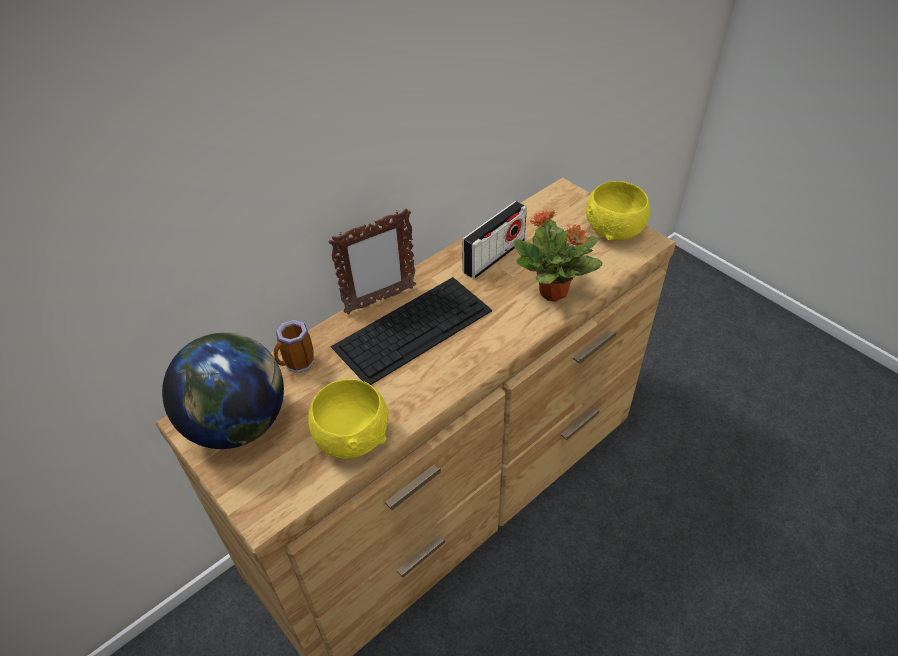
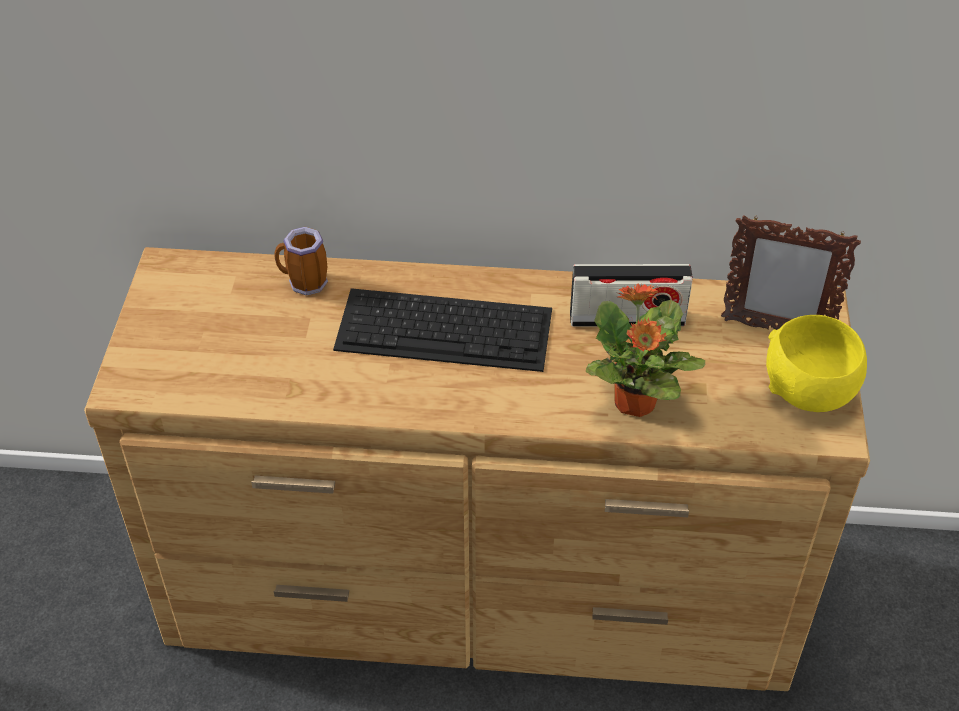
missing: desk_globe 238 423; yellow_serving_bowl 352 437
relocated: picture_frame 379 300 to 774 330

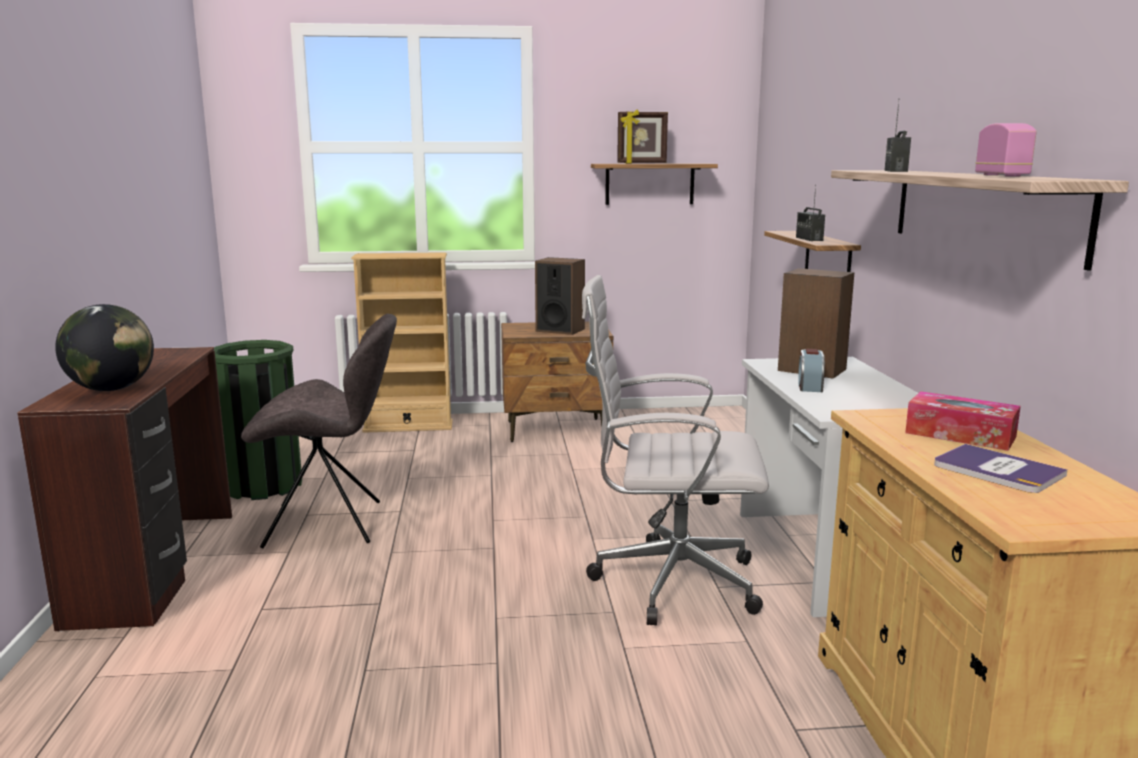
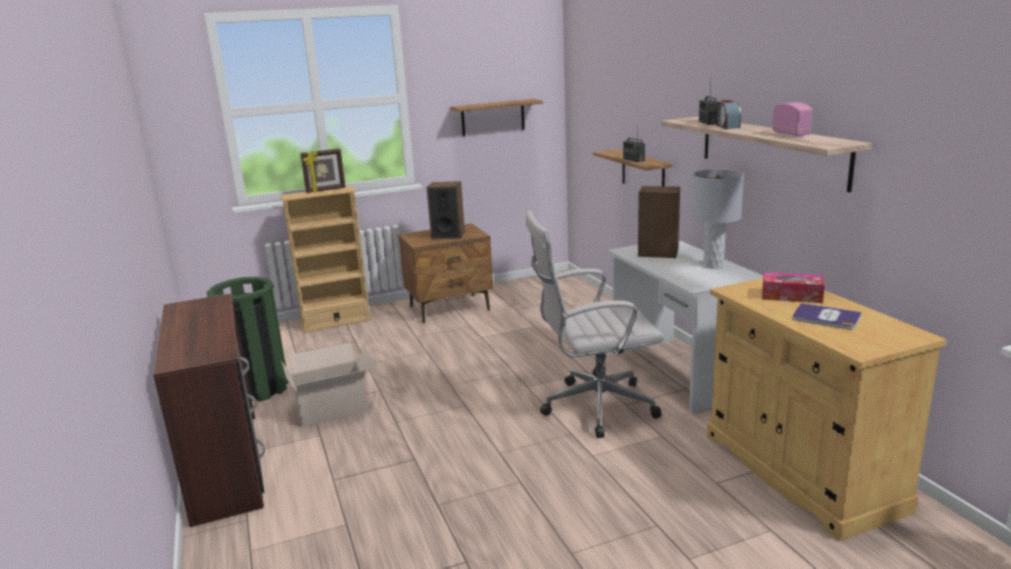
missing: desk_globe 111 389
appeared: greyish_table_lamp 713 265
relocated: picture_frame 642 163 to 326 190; alarm_clock 809 386 to 727 126
exchanged: greyish_plain_chair 329 524 to packing_box 334 409

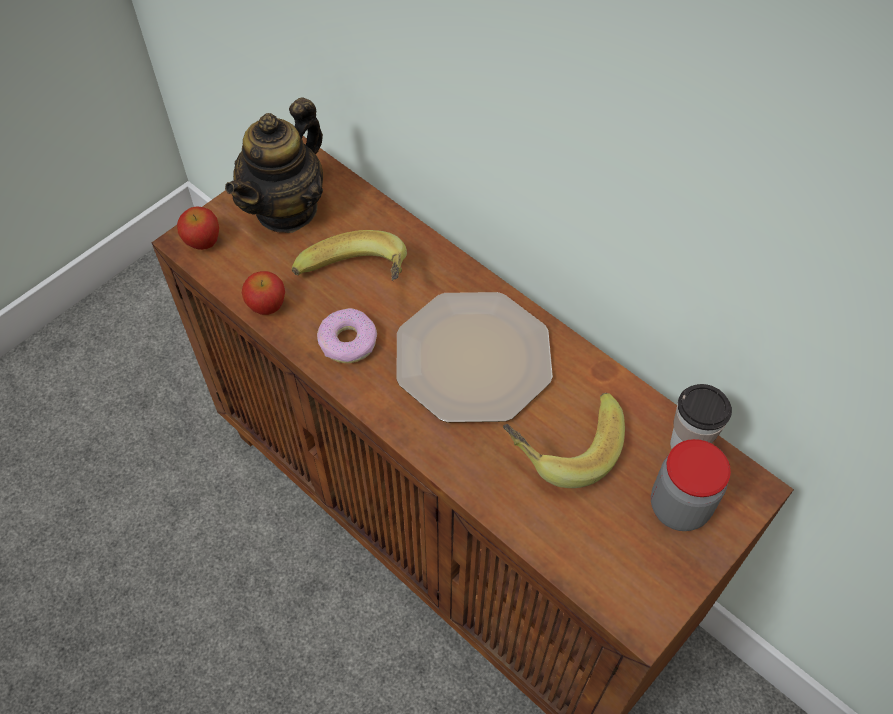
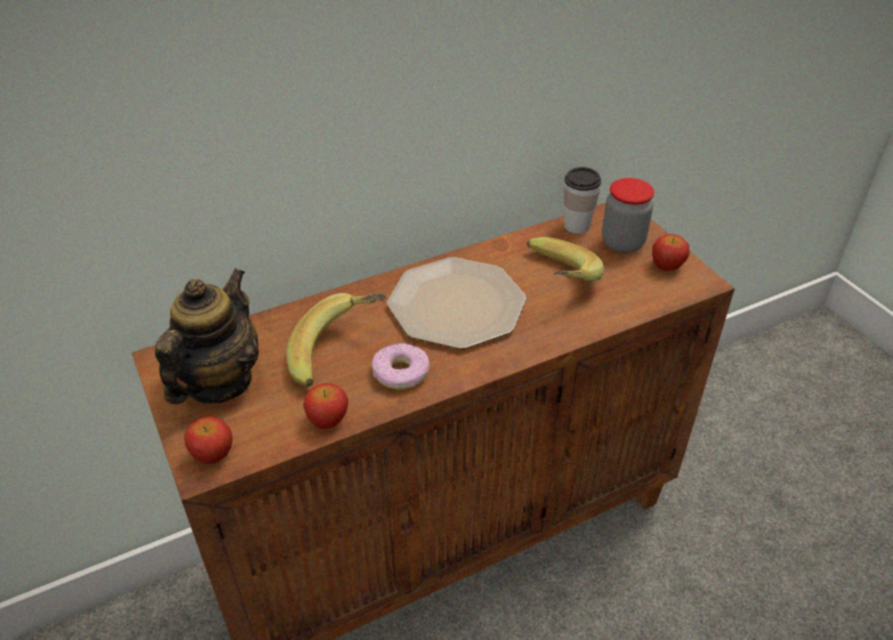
appeared: whole_apple 667 266
spun: tea_pot 287 209 = 218 382 120 degrees counterclockwise

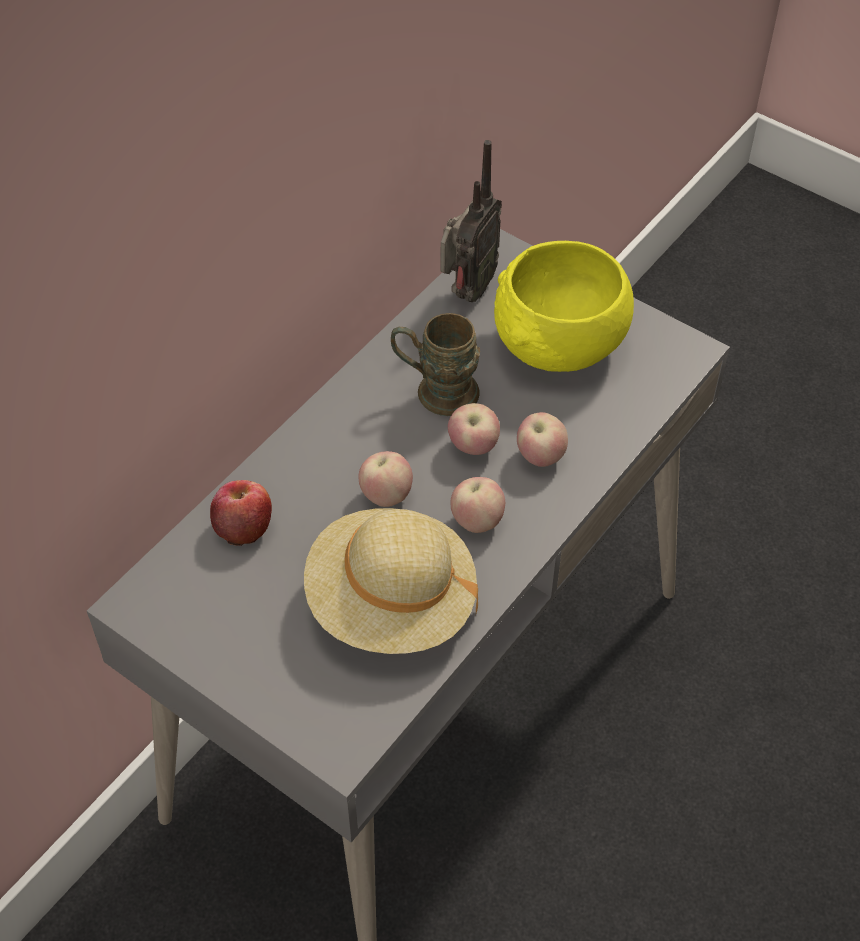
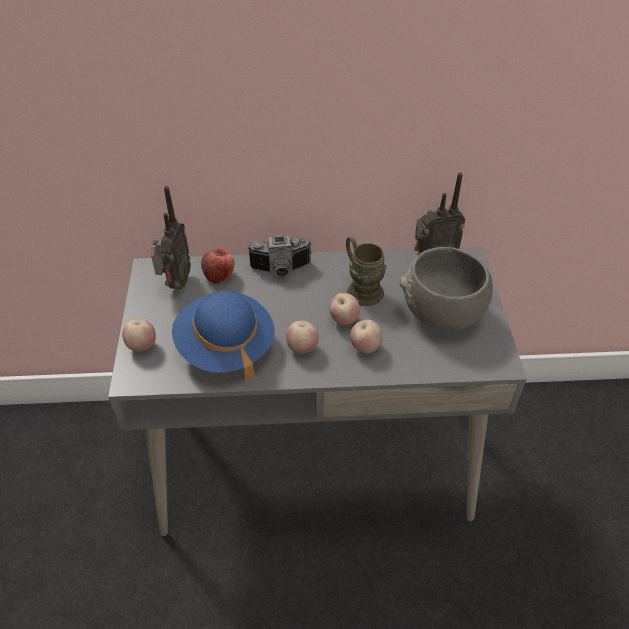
appeared: radio_receiver 175 284; still_camera 281 270
relocated: whole_apple 386 495 to 142 346
colour: beige-coloured_wearable_hat 391 603 to blue-coloured_wearable_hat 225 347; yellow_serving_bowl 559 344 to greyish_serving_bowl 441 312

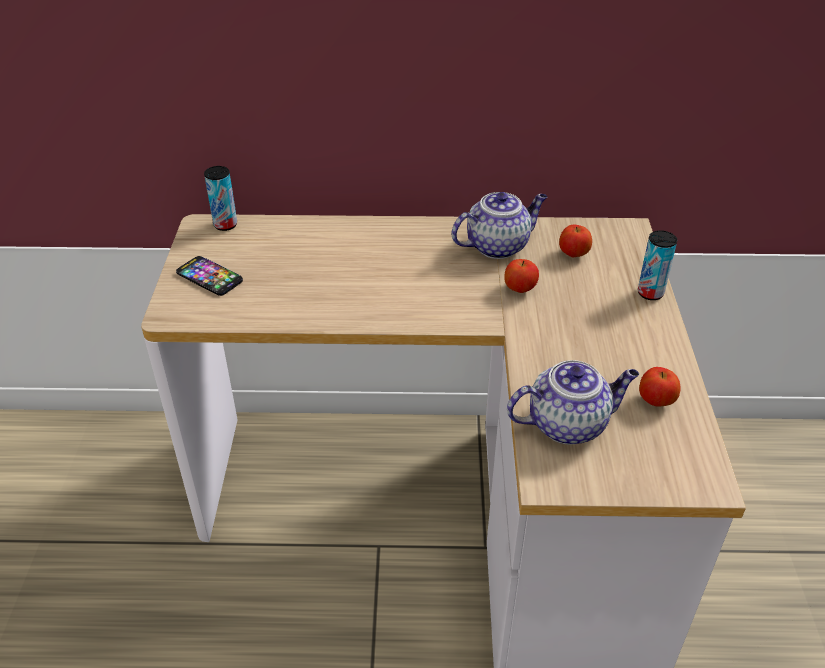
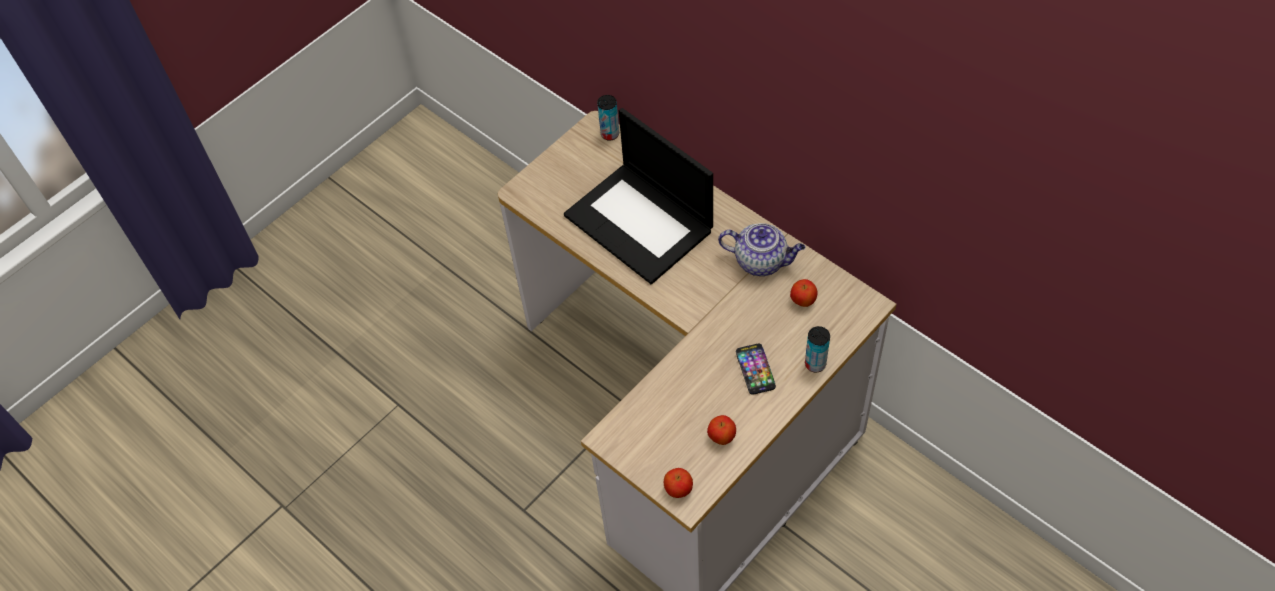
missing: tea_pot 568 423
appeared: laptop 641 223
relocated: telephone 209 277 to 755 369; whole_apple 519 289 to 678 489

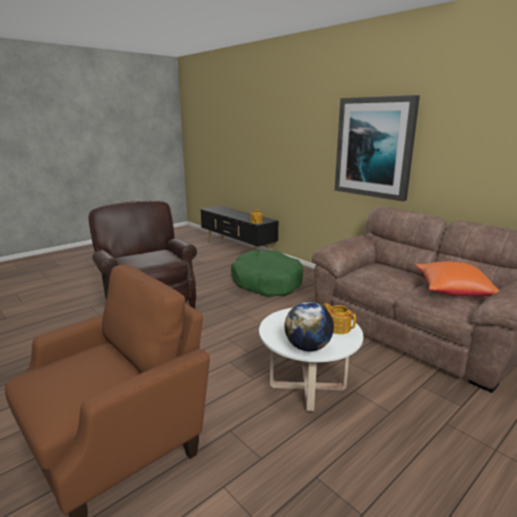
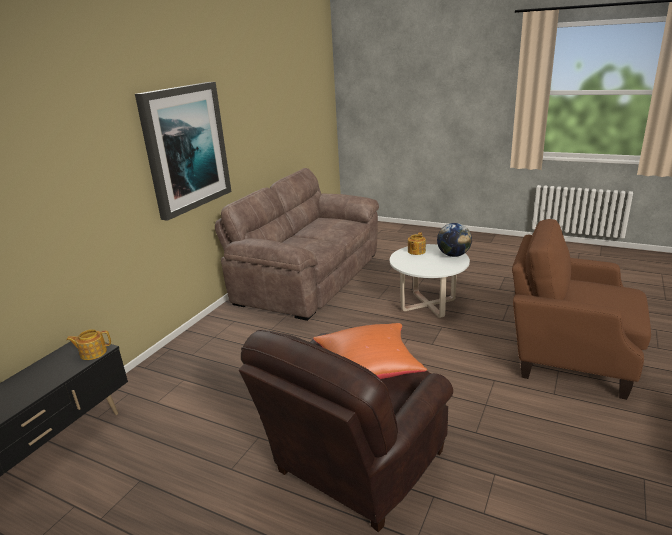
missing: greenish_dog_bed 266 282
relocated: orange-coloured_cushion 452 291 to 368 369

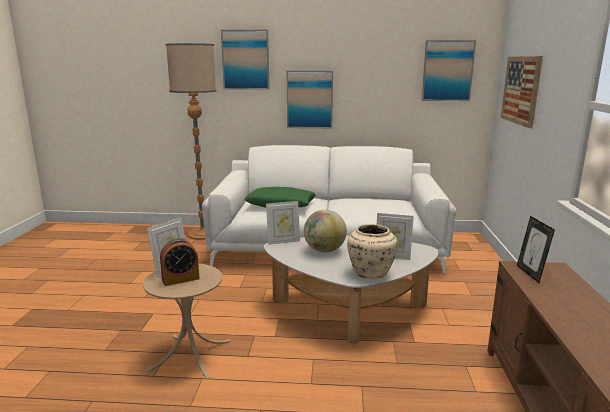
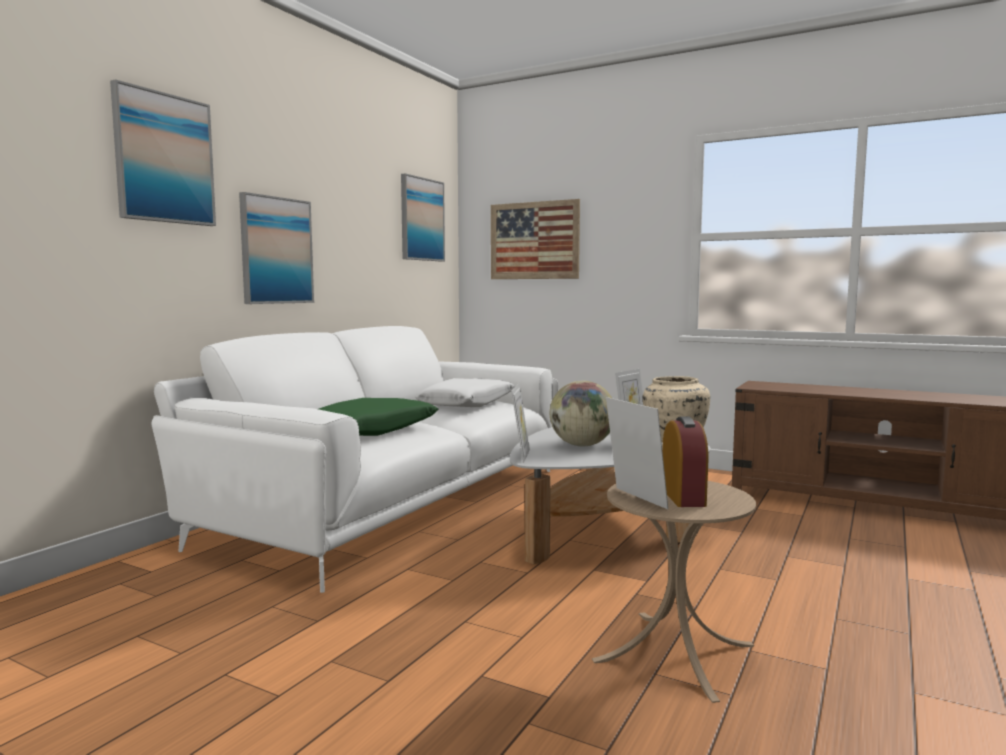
missing: standard_lamp 203 234; picture_frame 530 274
appeared: white_cushion 467 404

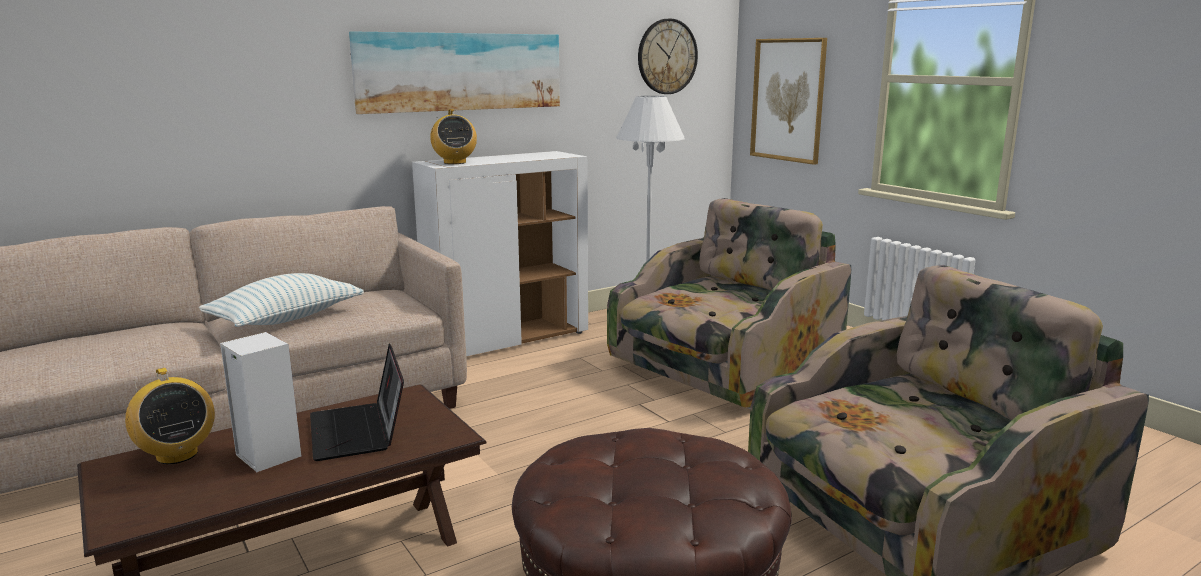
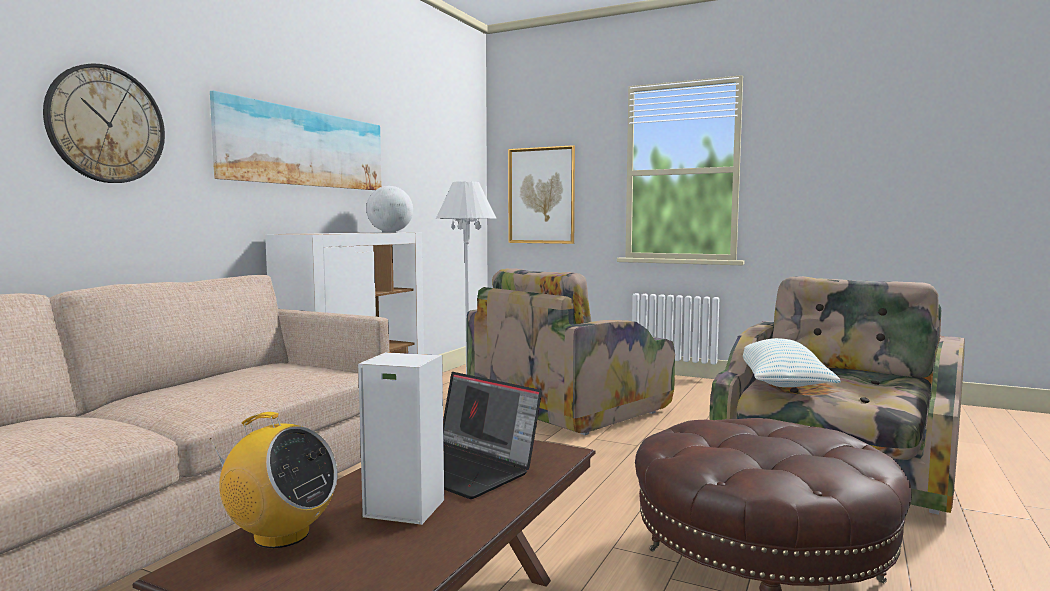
missing: radio_receiver 454 162
appeared: desk_globe 390 232
relocated: cushion 286 319 to 780 383; hanging_clock 667 56 to 106 124
spun: lounge_chair 722 369 = 570 407 150 degrees counterclockwise

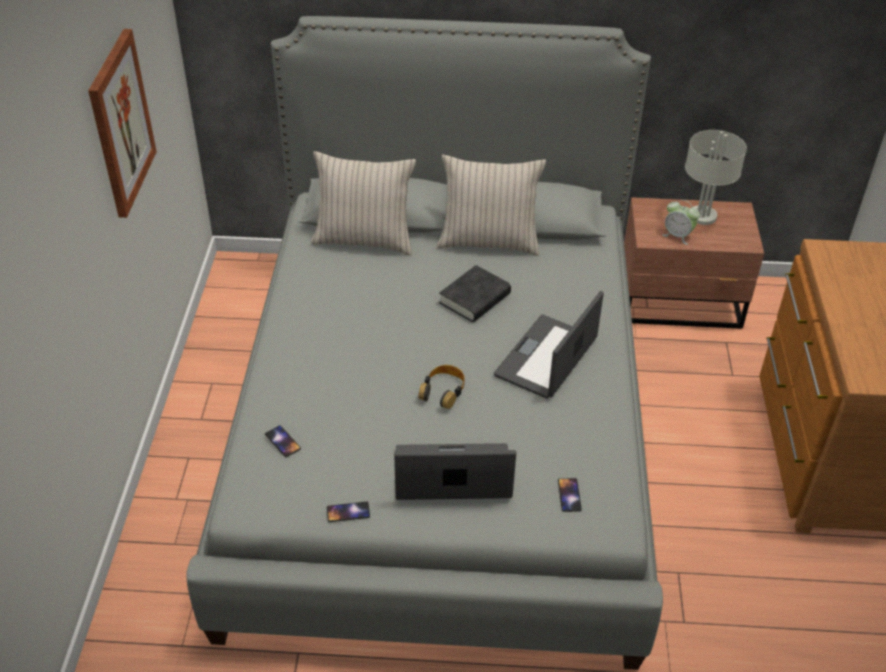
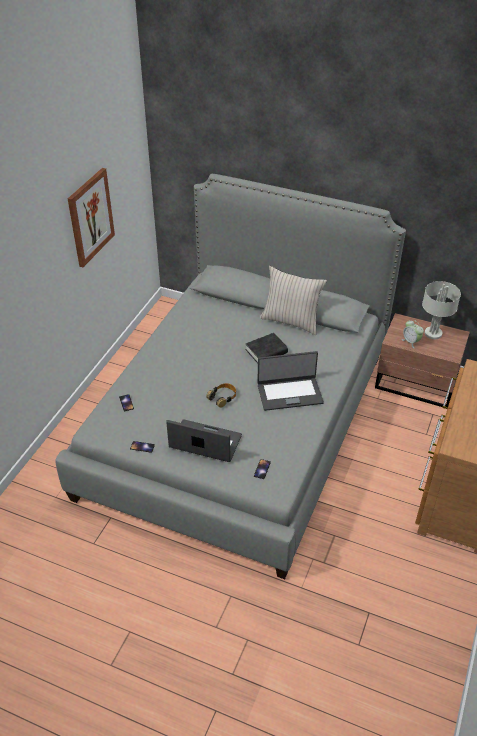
missing: beige-coloured_cushion 364 240
spun: laptop 547 358 = 289 393 150 degrees counterclockwise

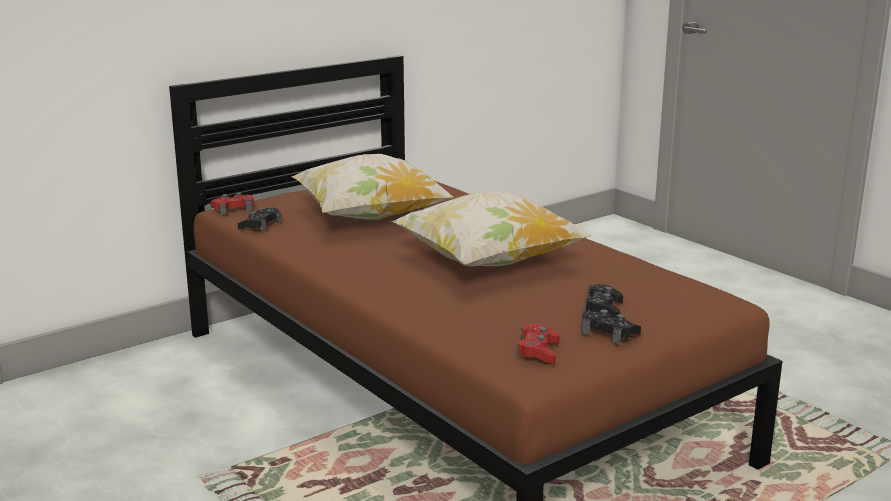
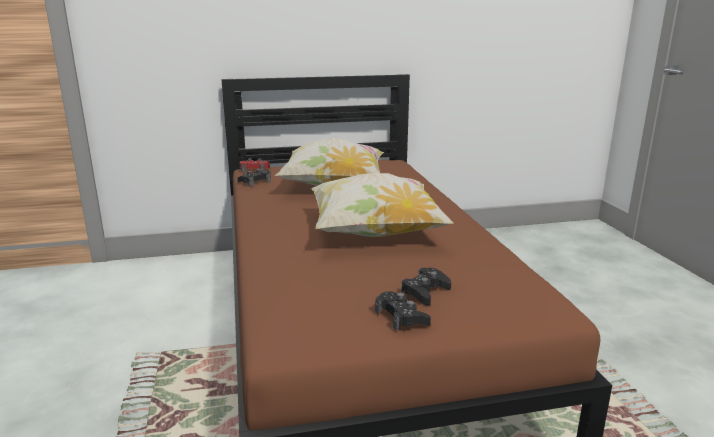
missing: reddish_joypad 537 351

